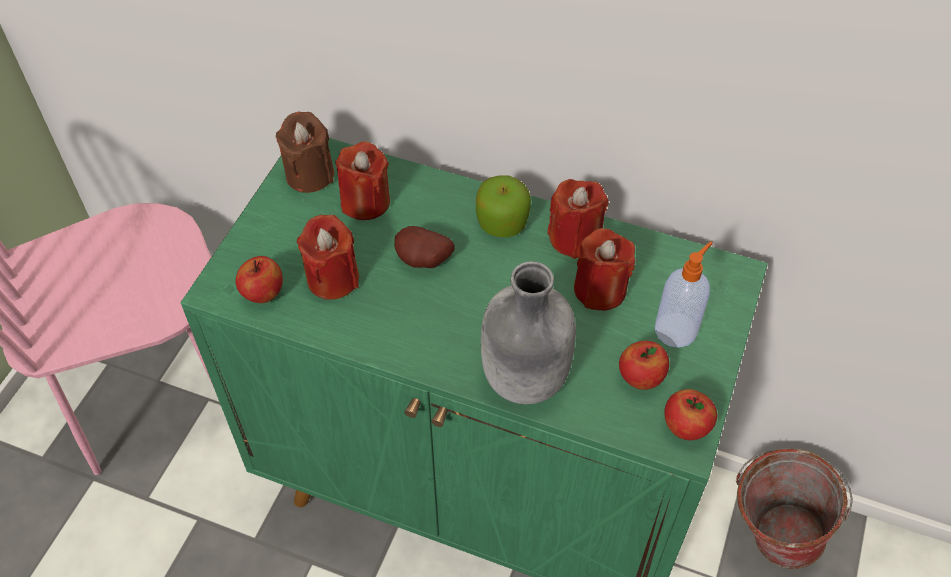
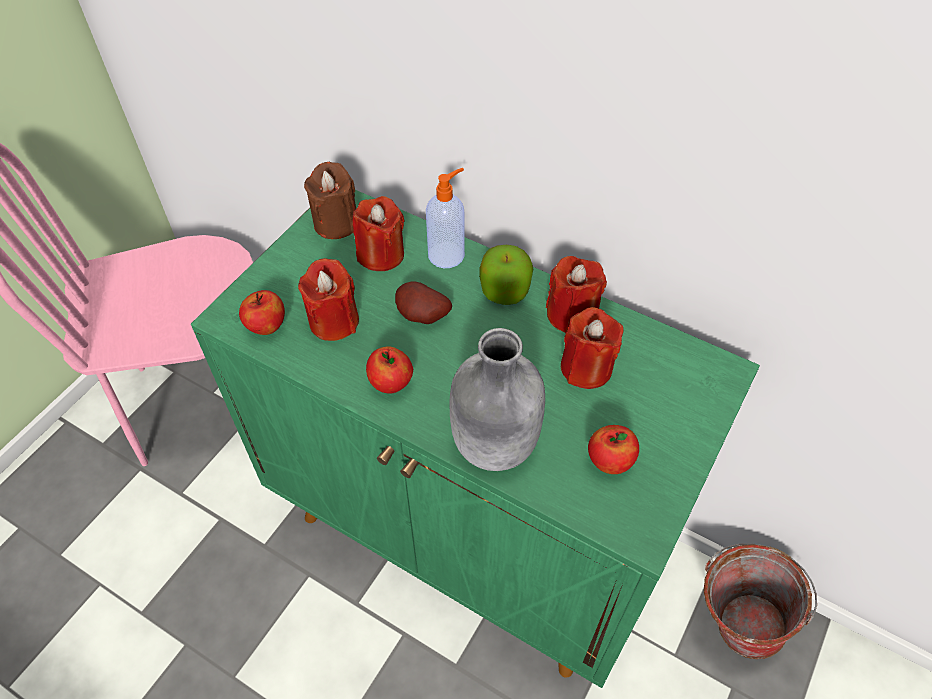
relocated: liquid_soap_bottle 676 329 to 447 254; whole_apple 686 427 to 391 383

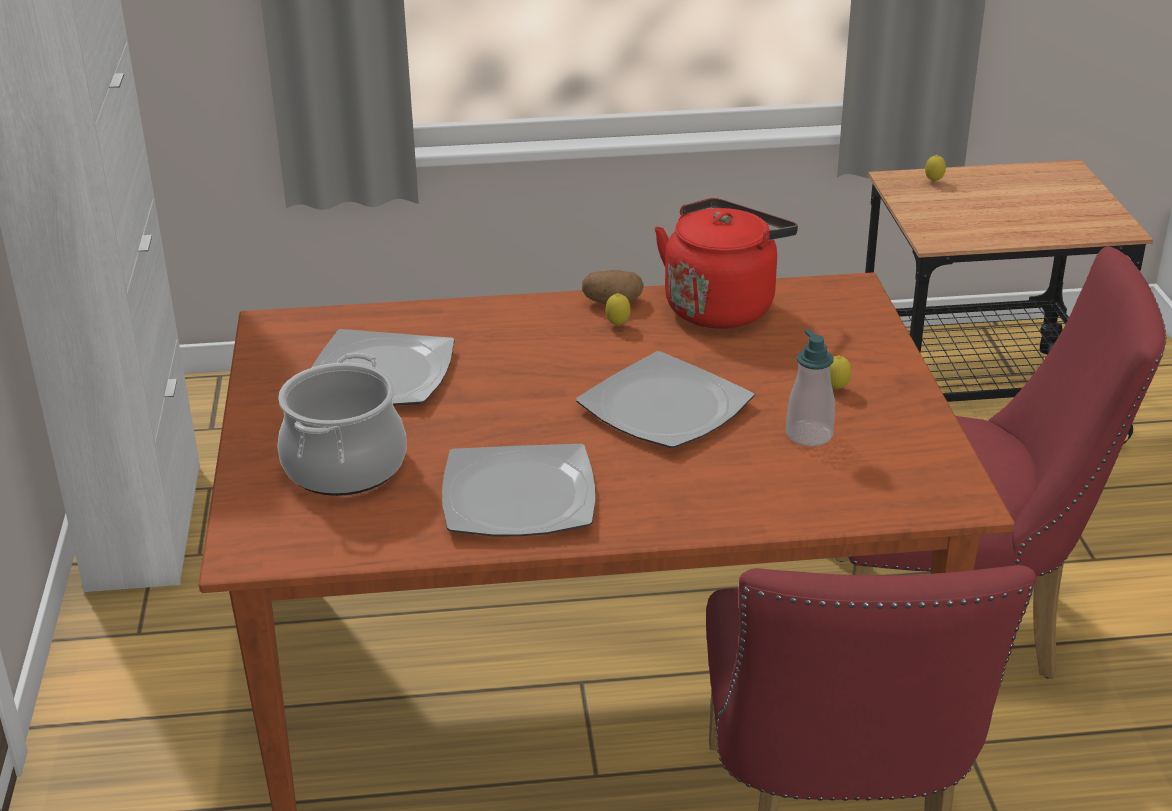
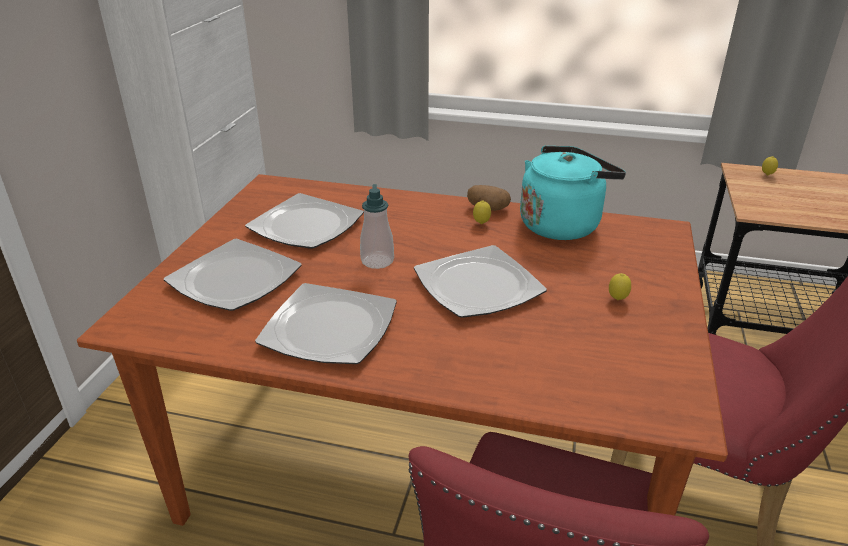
relocated: liquid_soap_bottle 809 435 to 377 261
exchanged: stockpot 345 466 to plate 235 280
colour: reddish_water_kettle 722 306 to blue-green_water_kettle 562 224

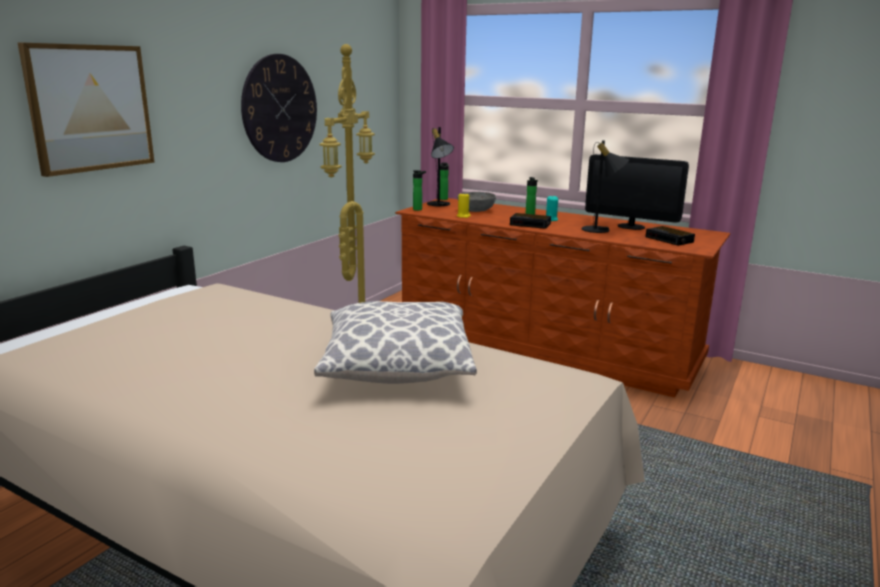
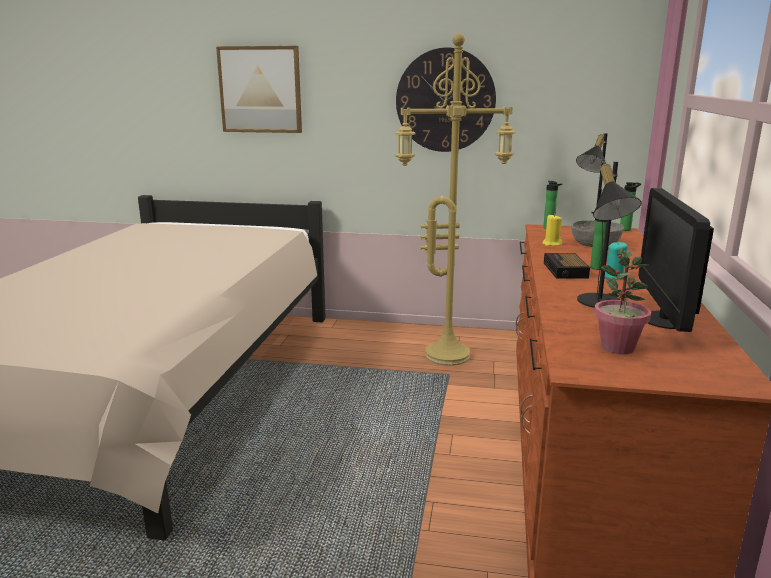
missing: cushion 396 368
exchanged: alarm_clock 670 239 to potted_plant 617 348

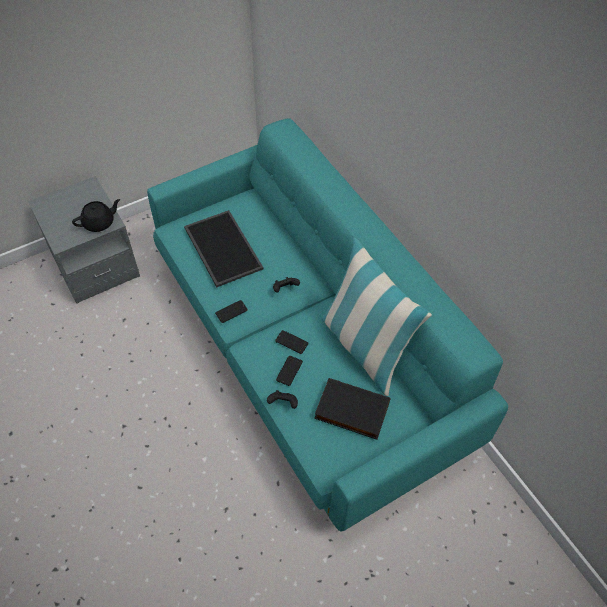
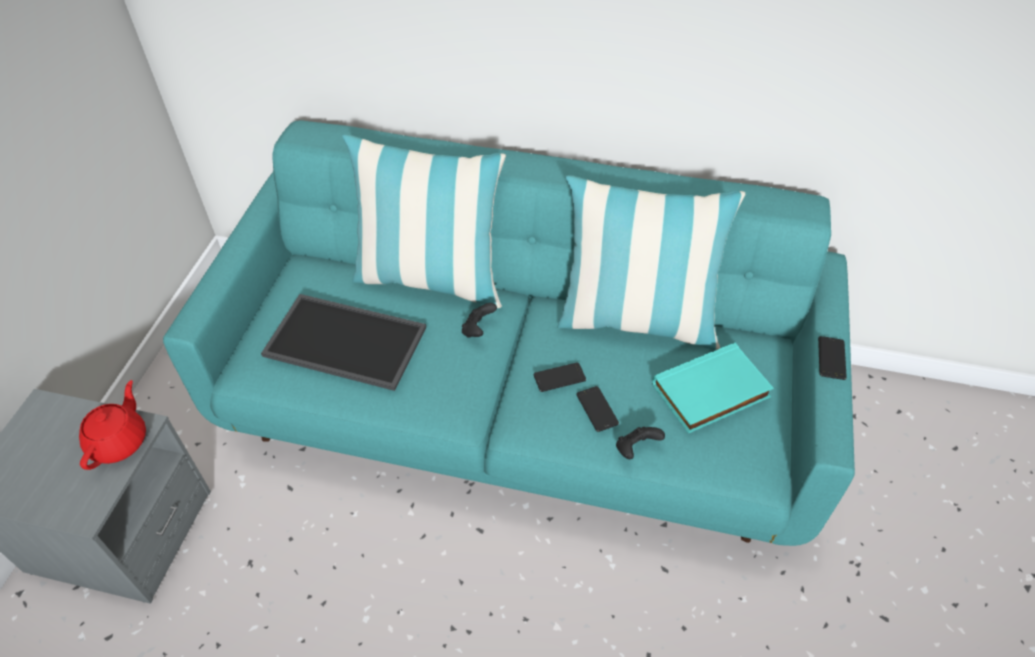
appeared: cushion 430 279
relocated: telephone 231 311 to 831 358
colour: black-coloured_tea_pot 99 223 to reddish_tea_pot 120 441; black-coloured_volume 351 411 to blue-green_volume 711 393

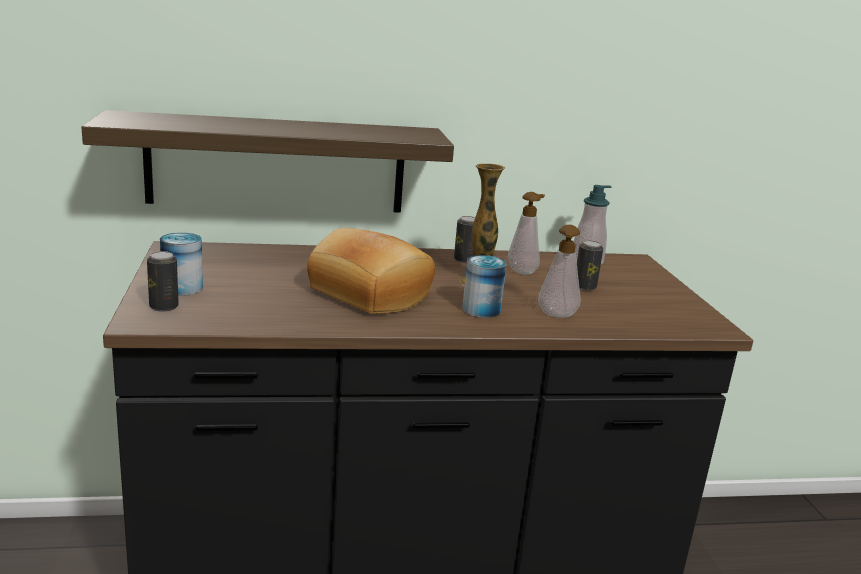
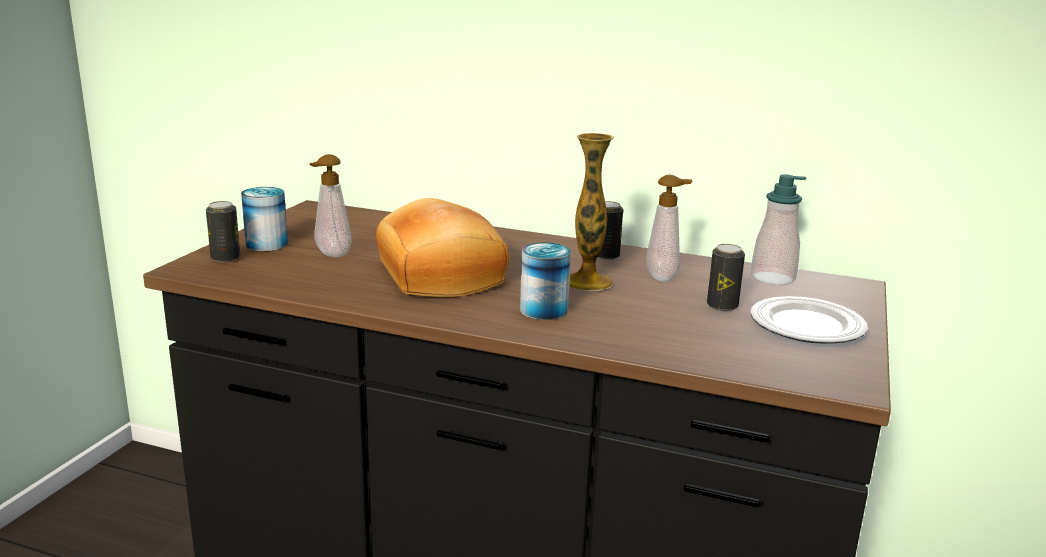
missing: bracket_shelf 277 164
appeared: plate 806 326
relocated: liquid_soap_bottle 556 316 to 330 255

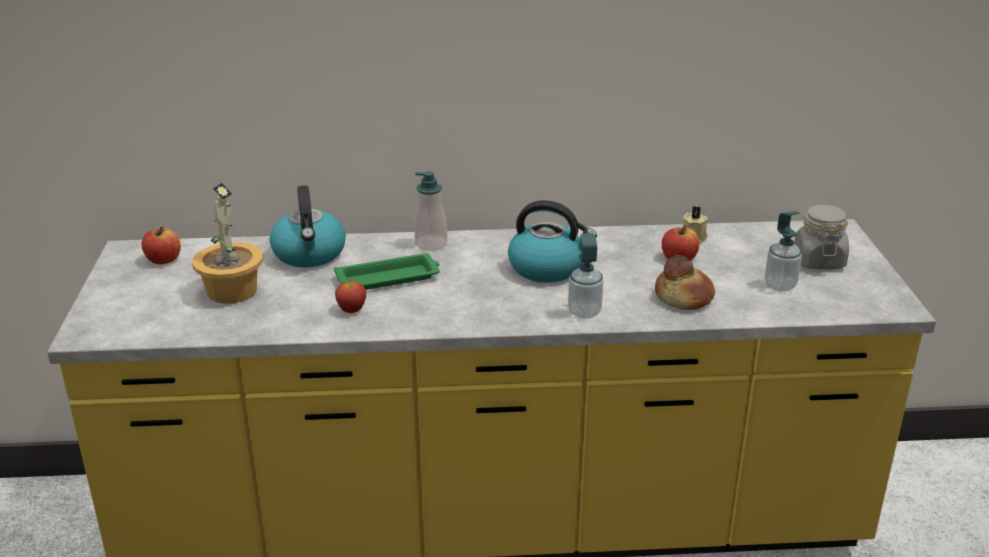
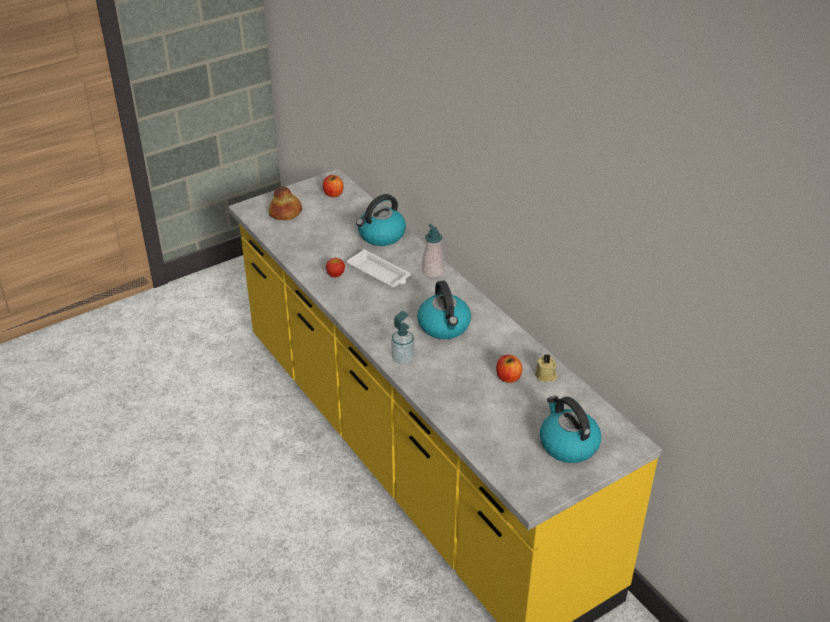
missing: potted_plant 231 291; liquid_soap_bottle 780 285
relocated: bread 684 297 to 286 212
exchanged: greyish_preserve_jar 818 261 to water_kettle 567 444
colour: greenish_tray 389 278 to white_tray 379 273

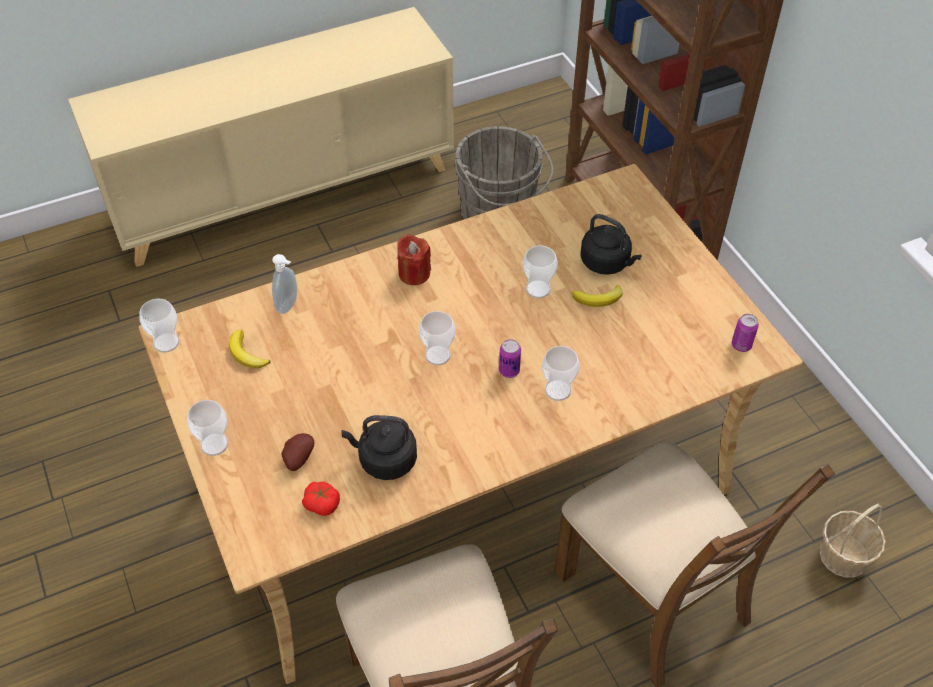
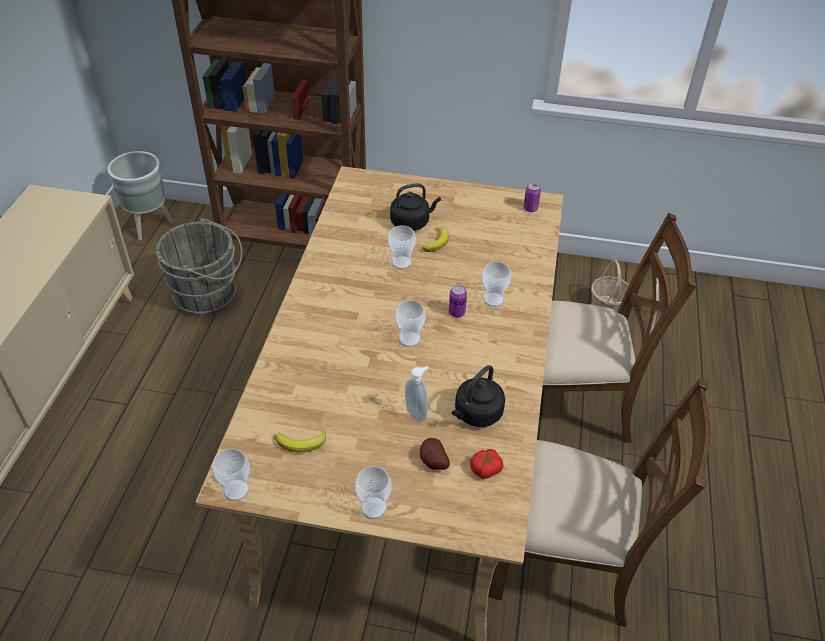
missing: reddish_wax_light 414 273
appeared: greyish_planter 149 225
relocated: liquid_soap_bottle 289 306 to 417 412

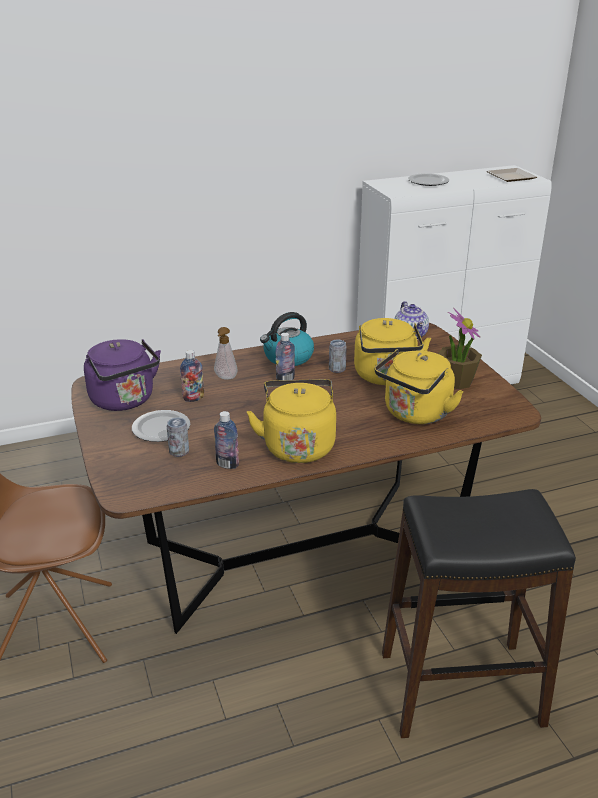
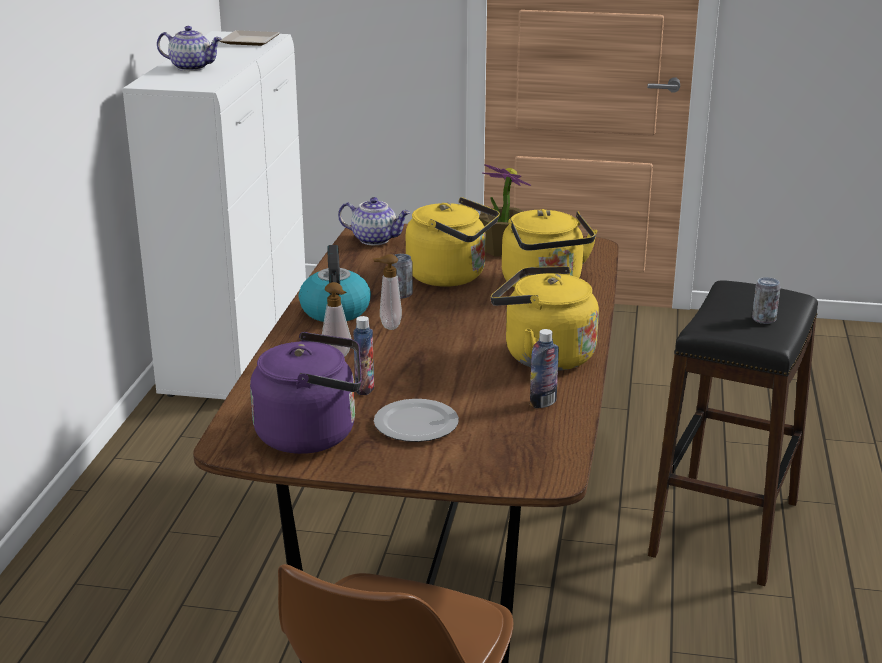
relocated: sealed_can 179 451 to 763 319
exchanged: drink_bottle 285 379 to liquid_soap_bottle 388 326; plate 428 181 to tea_pot 192 67

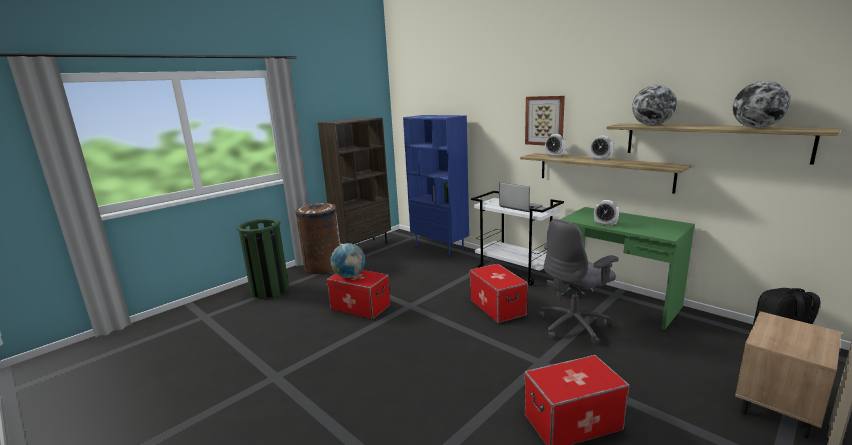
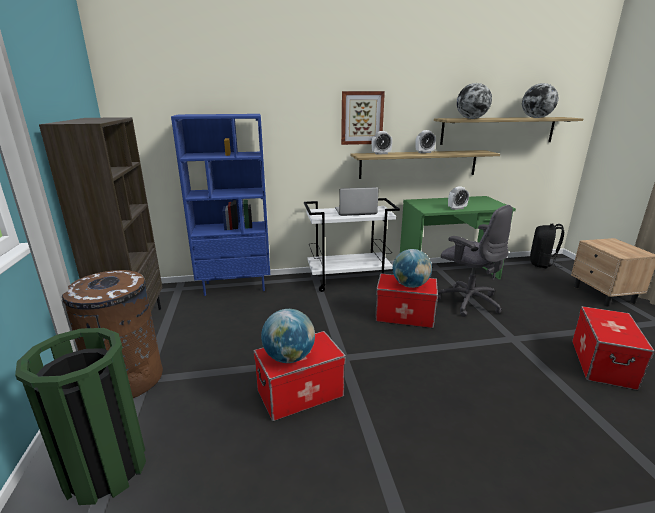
appeared: desk_globe 410 285
spun: greyish_office_chair 574 325 = 468 301 45 degrees counterclockwise

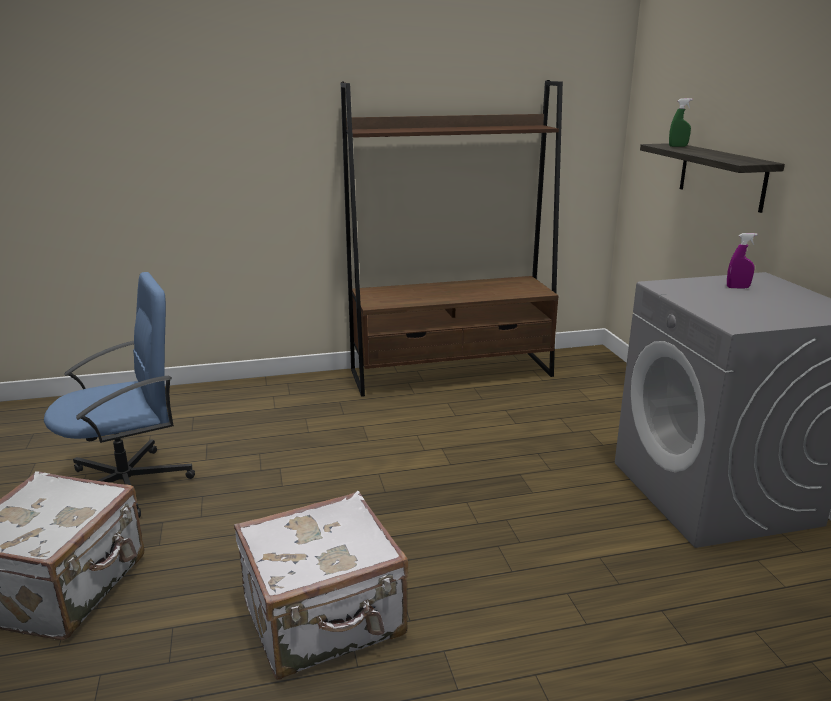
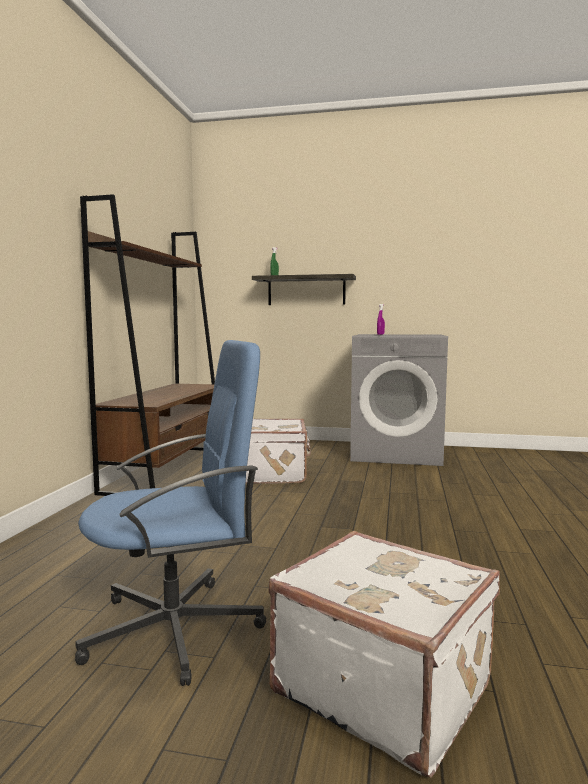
relocated: white_travel_case 325 620 to 274 473
spun: blue-coloured_office_chair 128 484 = 176 629 75 degrees clockwise

